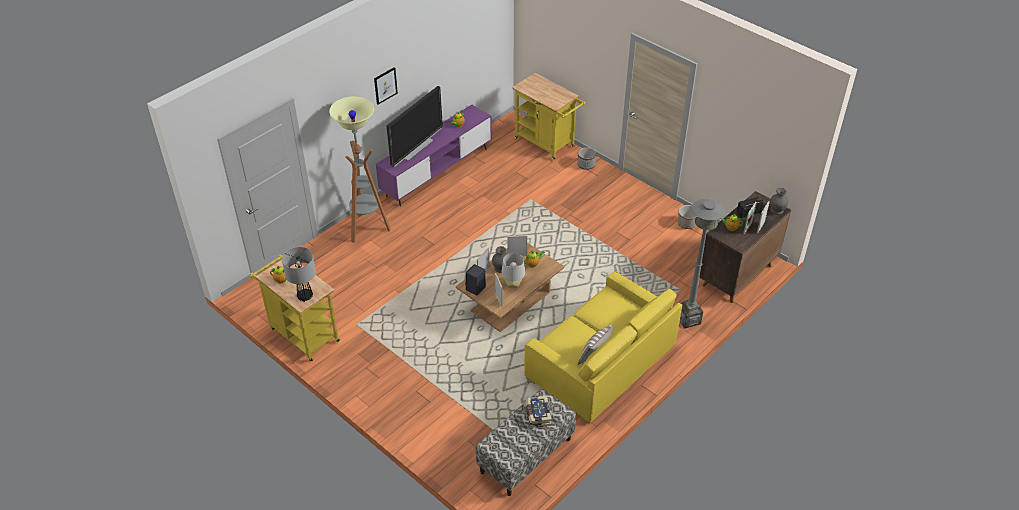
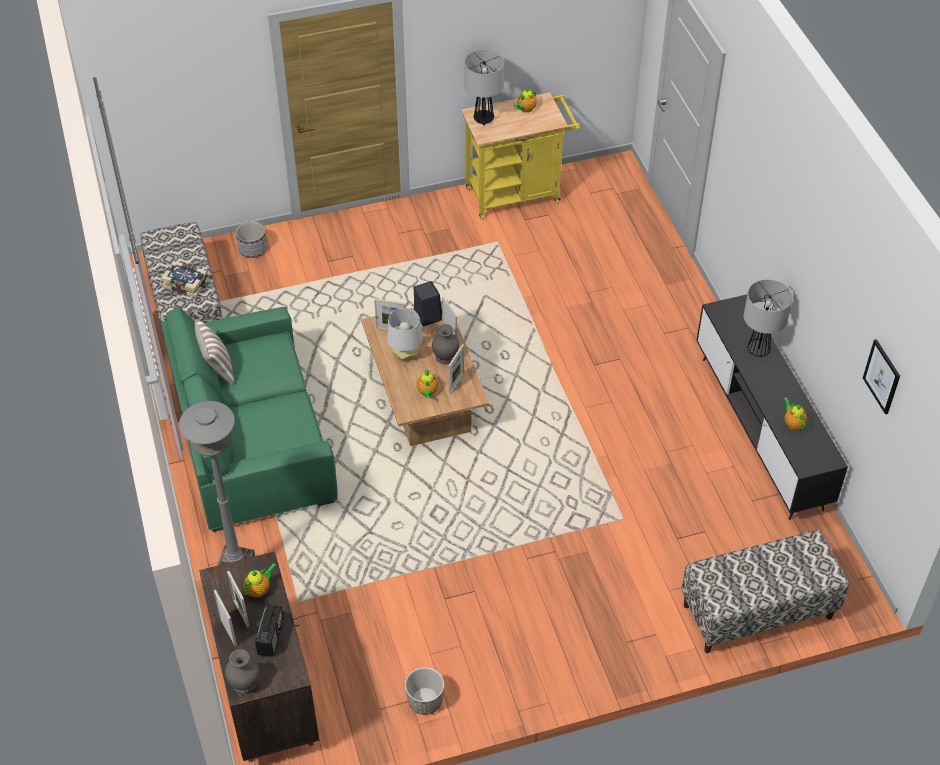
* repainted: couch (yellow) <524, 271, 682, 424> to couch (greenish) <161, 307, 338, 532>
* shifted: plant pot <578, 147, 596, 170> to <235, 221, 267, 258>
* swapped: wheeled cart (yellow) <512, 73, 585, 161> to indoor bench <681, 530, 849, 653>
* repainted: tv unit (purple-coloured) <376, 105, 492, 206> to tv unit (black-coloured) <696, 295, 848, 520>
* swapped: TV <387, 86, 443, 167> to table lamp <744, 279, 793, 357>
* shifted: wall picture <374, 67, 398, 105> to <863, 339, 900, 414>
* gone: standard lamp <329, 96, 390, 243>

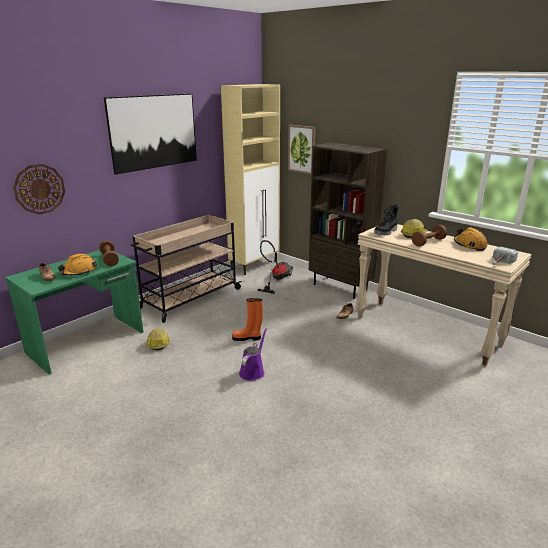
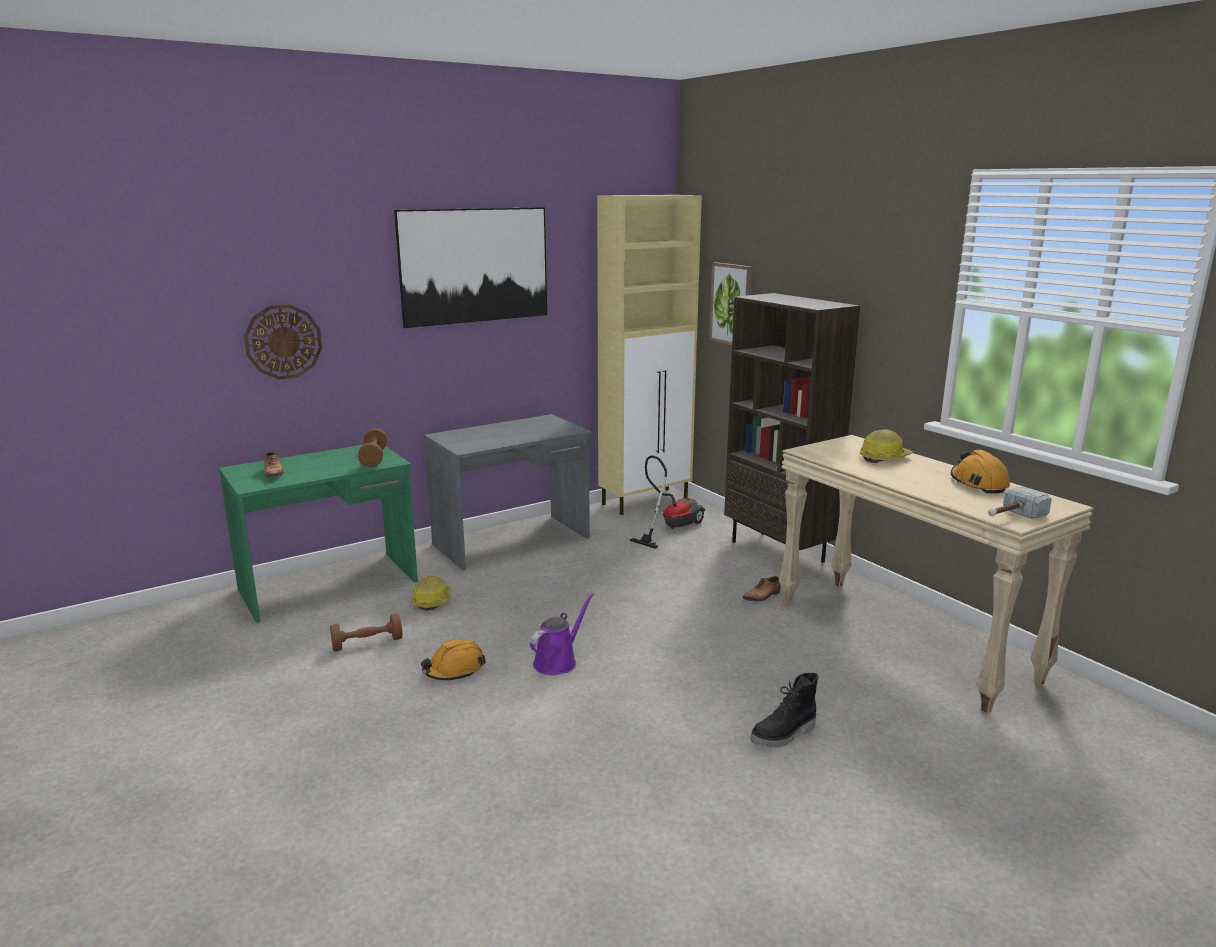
* shifted: free weight (brown) <412, 225, 447, 247> to <330, 613, 402, 651>
* shifted: work helmet (orange) <58, 254, 97, 275> to <421, 639, 486, 680>
* swapped: wheeled cart (beige-coloured) <131, 215, 242, 323> to desk table (grey) <424, 414, 592, 570>
* shifted: boot (black-coloured) <374, 204, 399, 235> to <750, 673, 819, 747>
* gone: boot (orange) <232, 298, 263, 341>

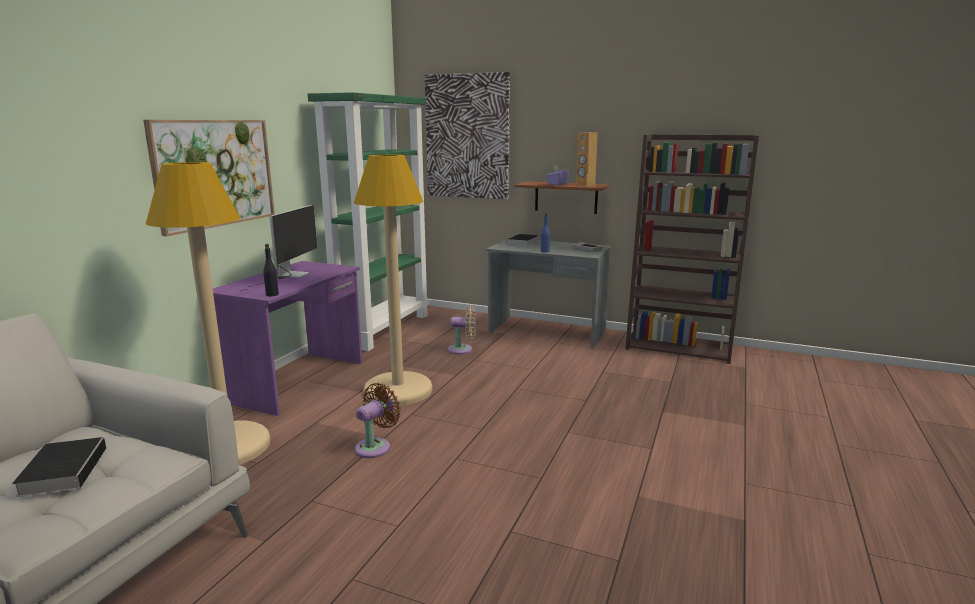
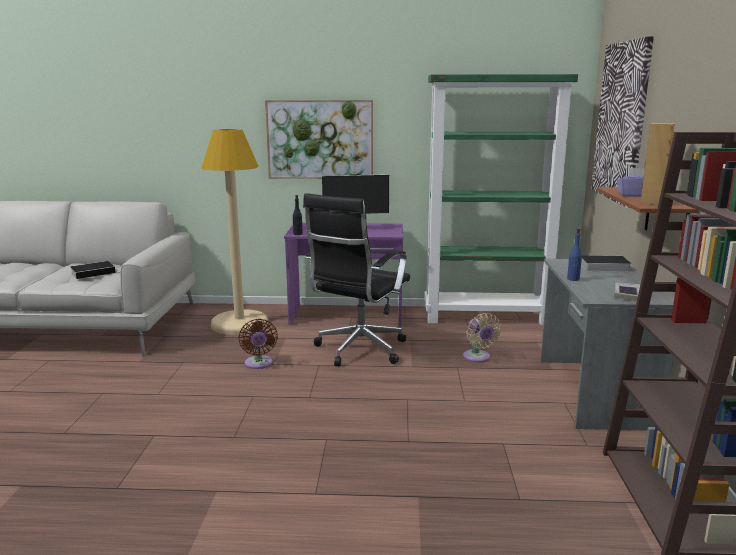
* rotated: cooling fan (brown) <355, 383, 401, 458> = <238, 319, 278, 369> 60 degrees clockwise
* swapped: standard lamp (beige-coloured) <354, 155, 432, 406> to computer chair (black-coloured) <303, 193, 410, 367>

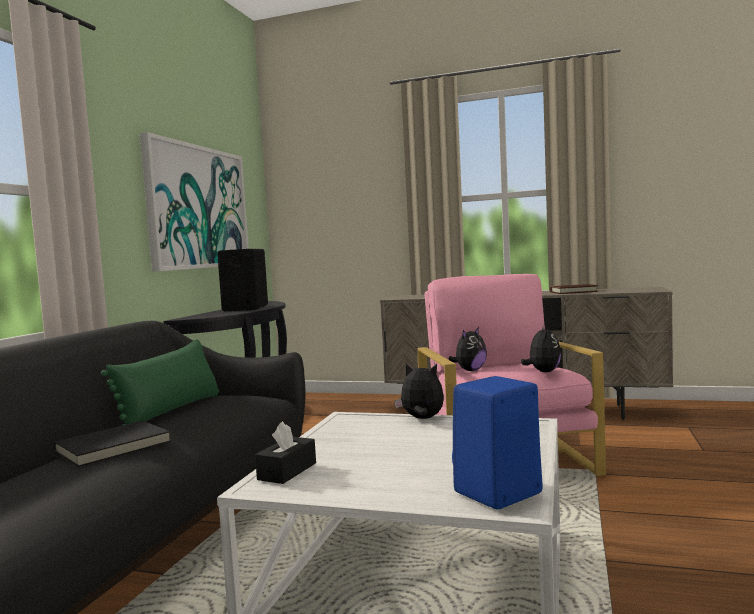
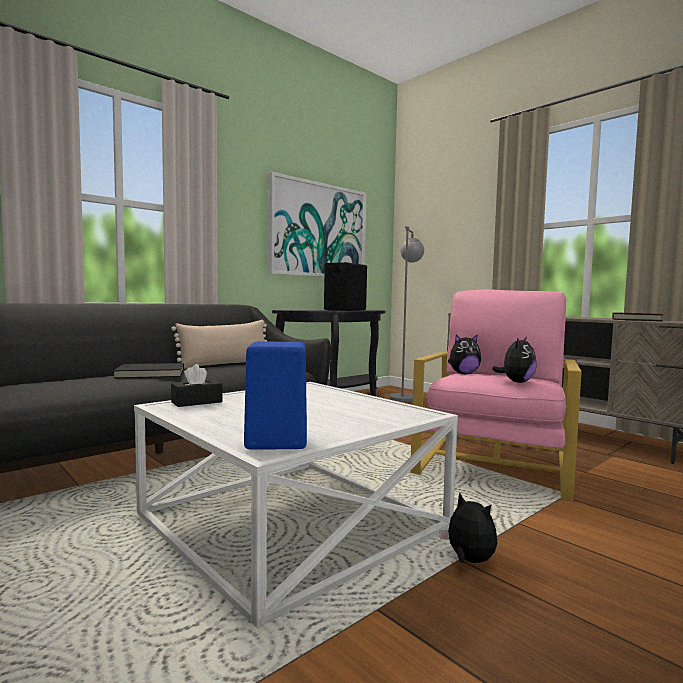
* repainted: cushion (greenish) <101, 339, 219, 426> to cushion (beige-coloured) <171, 320, 267, 369>
* new: standard lamp (grey) <390, 226, 424, 402>
* shifted: plush toy <394, 364, 444, 419> to <439, 492, 497, 563>

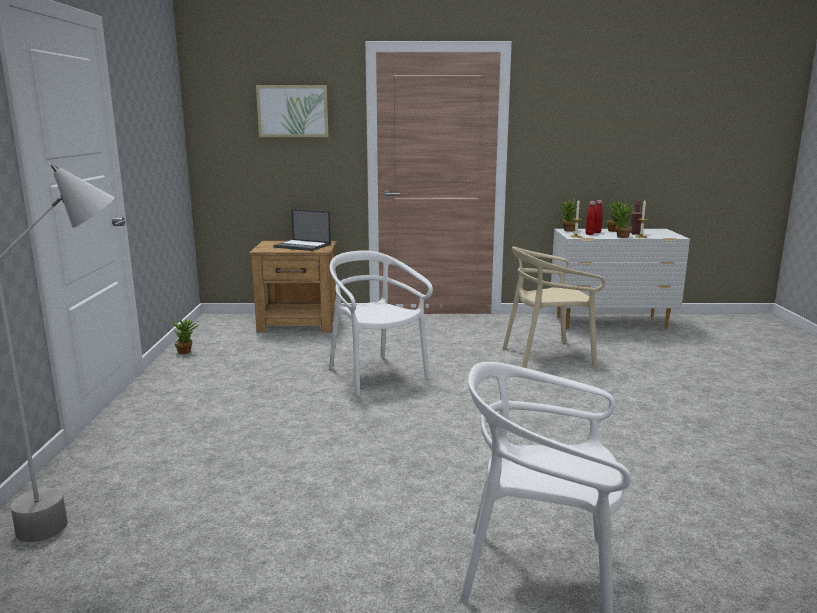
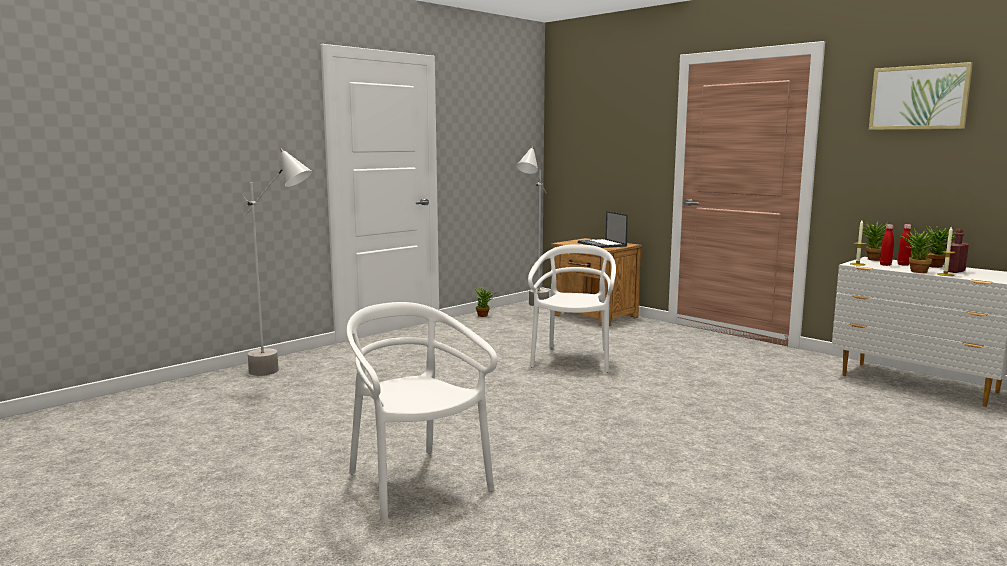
* new: standard lamp (grey) <517, 146, 549, 306>
* shifted: wall picture <256, 85, 329, 137> to <869, 62, 973, 130>
* gone: upright chair (beige-coloured) <503, 246, 606, 368>

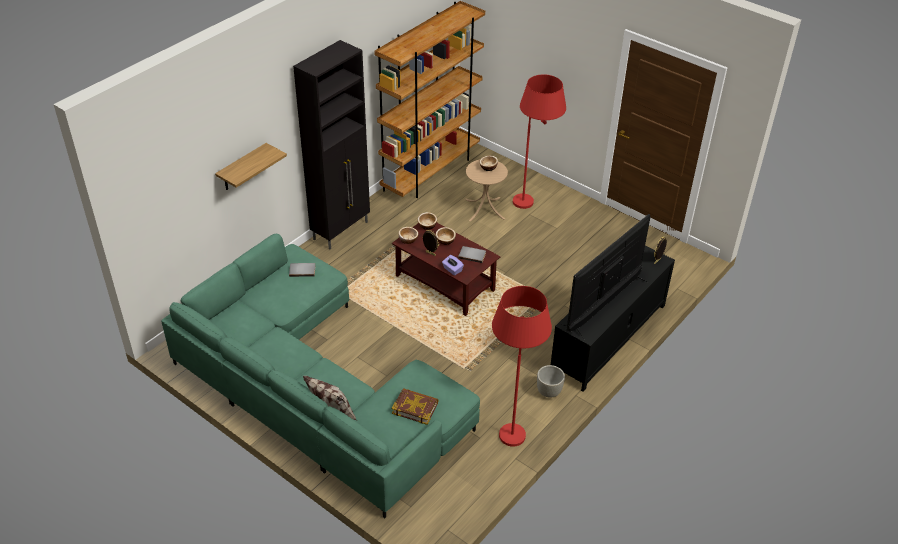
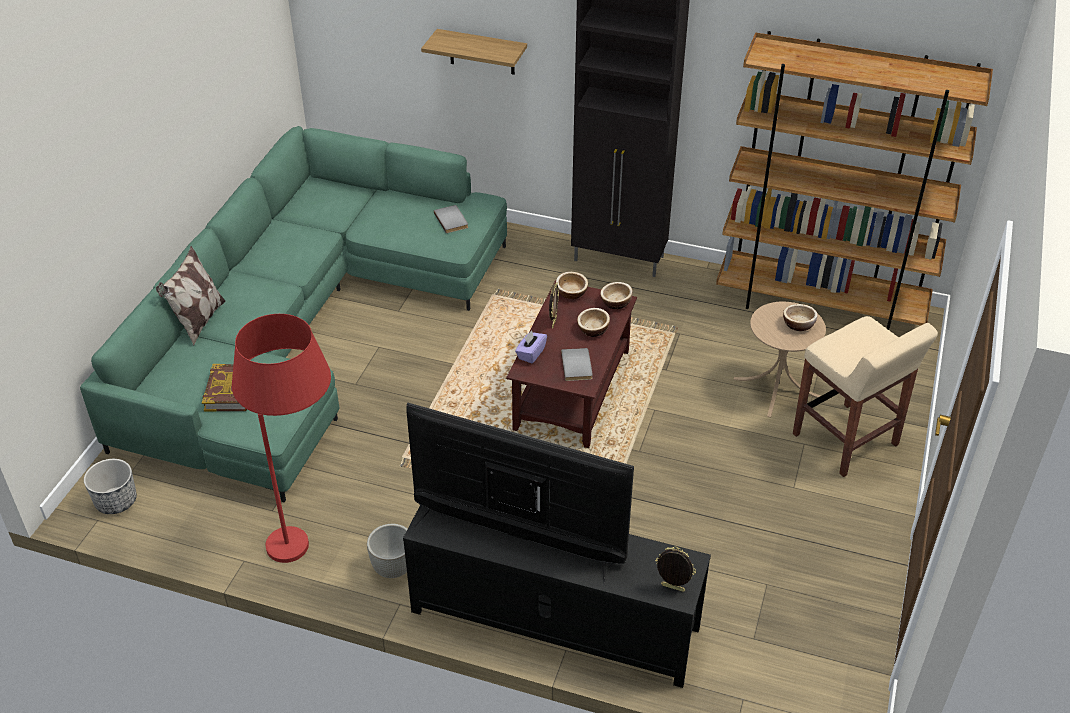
* new: plant pot <84, 459, 137, 514>
* swapped: standard lamp (red) <513, 74, 566, 209> to stool seat (beige-coloured) <793, 316, 938, 477>

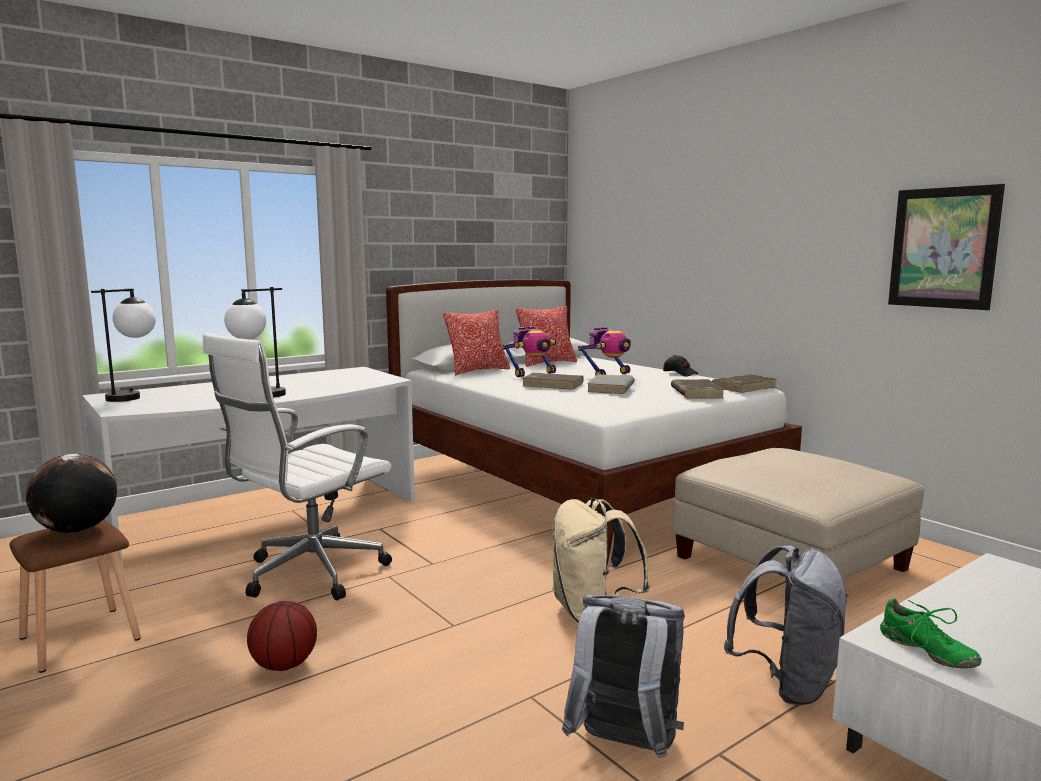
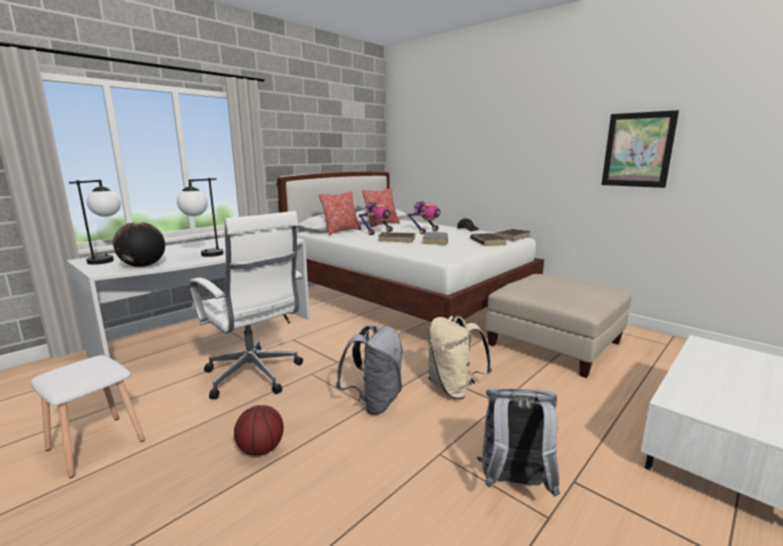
* repainted: stool seat (brown) <9, 519, 141, 673> to stool seat (whitish) <30, 355, 145, 478>
* shifted: globe <26, 454, 117, 533> to <113, 222, 165, 267>
* rotated: computer chair (whitish) <202, 333, 392, 601> = <190, 211, 303, 399> 75 degrees counterclockwise
* shifted: knapsack (grey) <724, 546, 849, 706> to <336, 325, 403, 415>
* gone: low shoe (greenish) <880, 598, 982, 668>

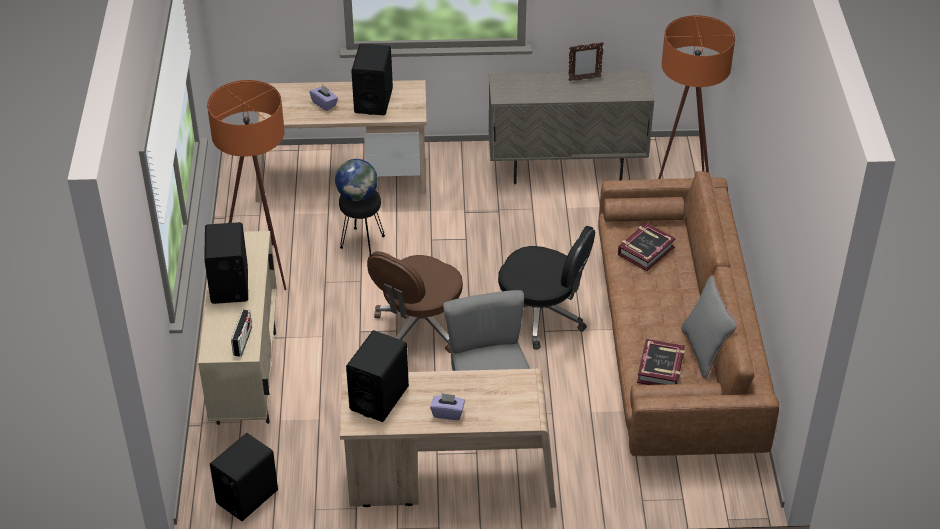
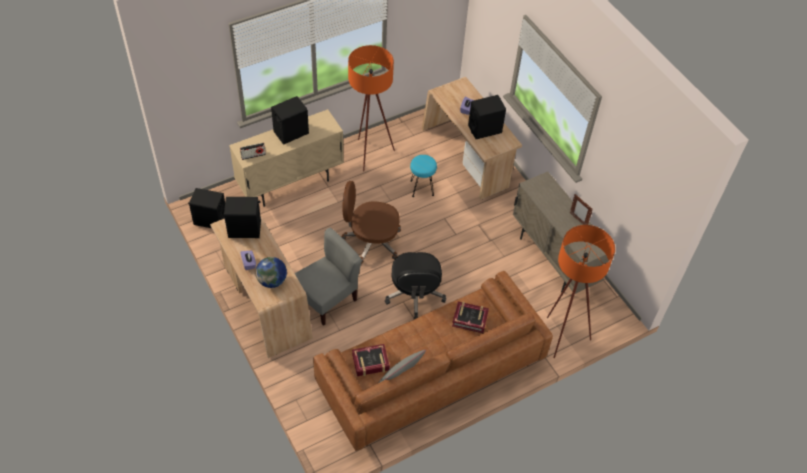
* shifted: globe <335, 159, 378, 201> to <256, 257, 287, 288>
* repainted: stool seat (black-coloured) <339, 190, 385, 256> to stool seat (turquoise) <410, 155, 437, 197>

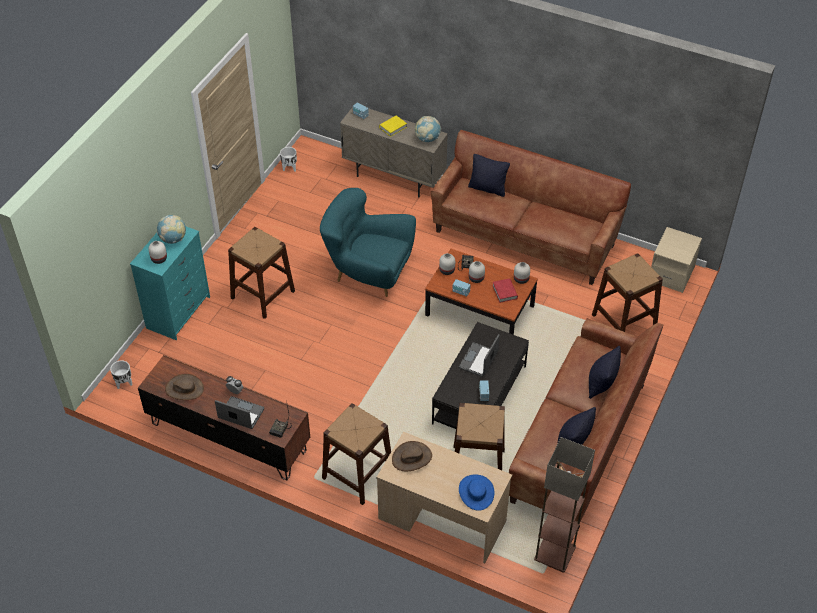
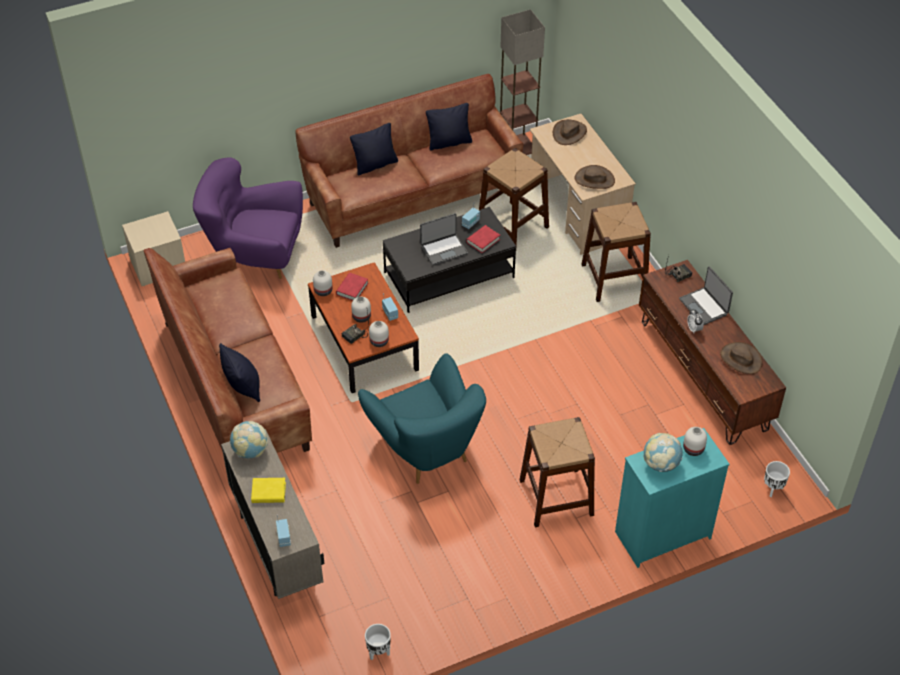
* swapped: stool seat (brown) <592, 253, 663, 332> to armchair (purple-coloured) <193, 157, 303, 279>
* new: book (red) <466, 225, 500, 253>
* repainted: clothing hat (blue-coloured) <459, 474, 495, 511> to clothing hat (brown) <553, 119, 587, 145>

